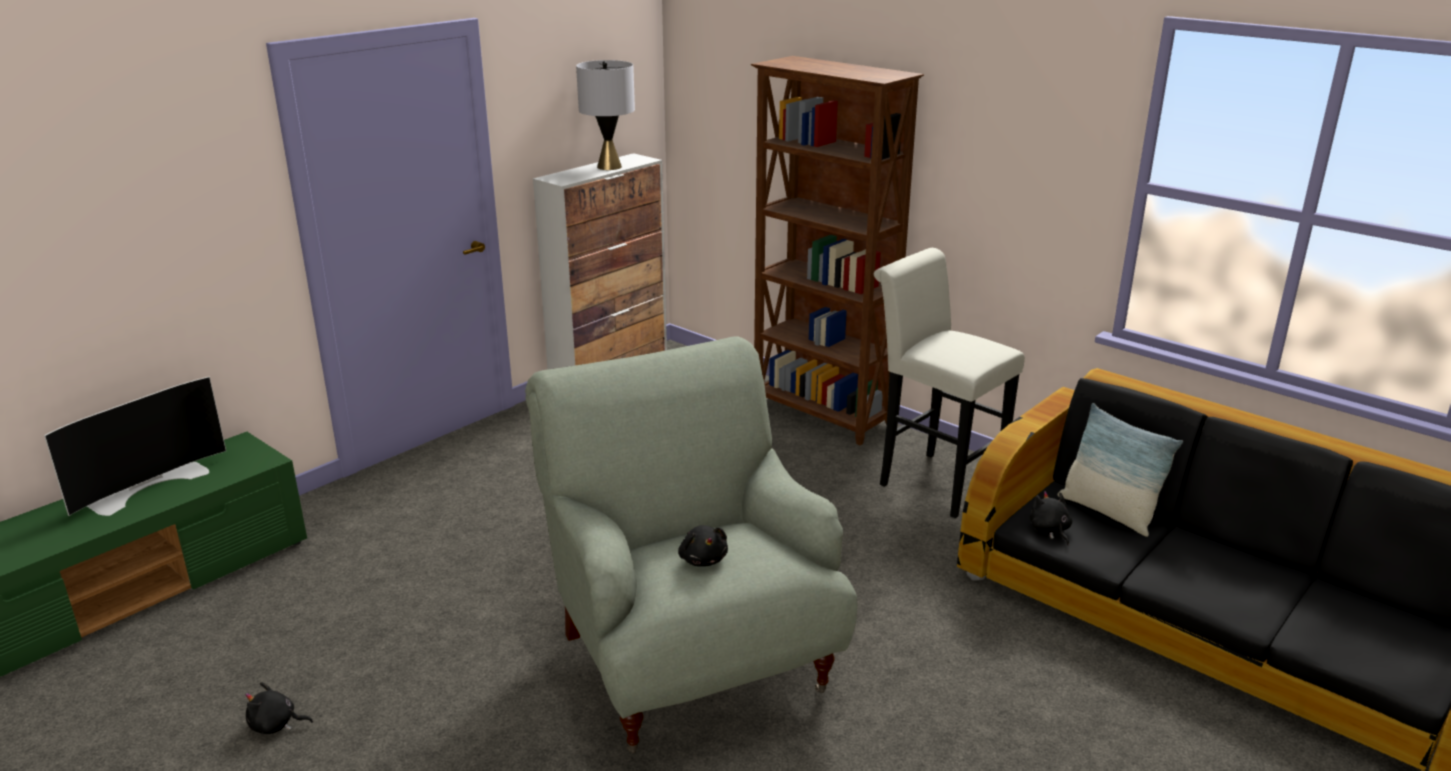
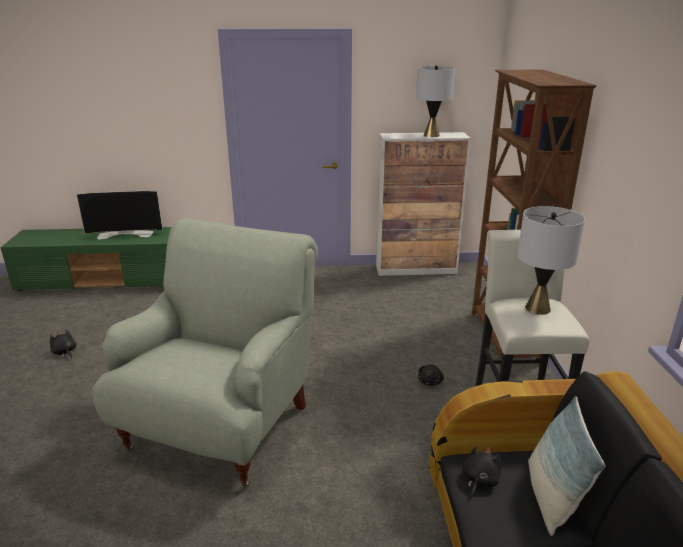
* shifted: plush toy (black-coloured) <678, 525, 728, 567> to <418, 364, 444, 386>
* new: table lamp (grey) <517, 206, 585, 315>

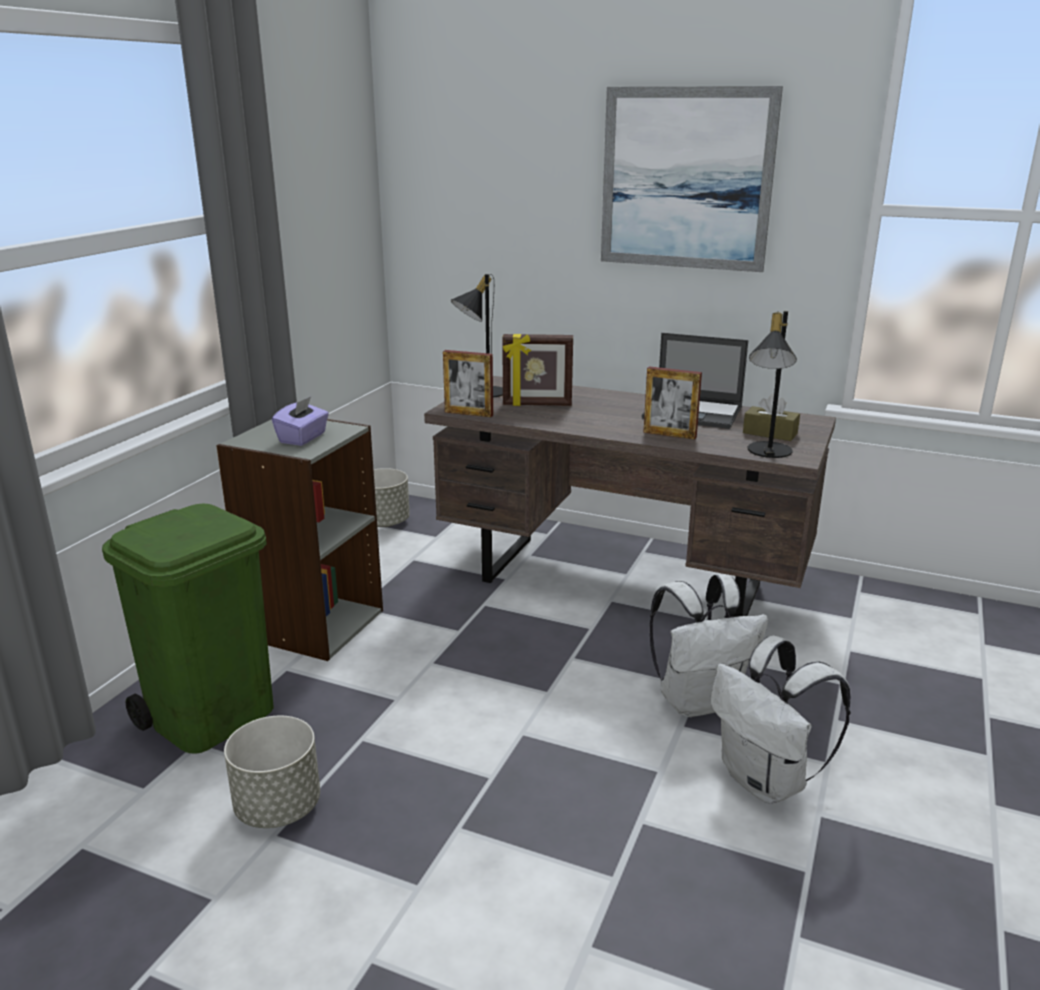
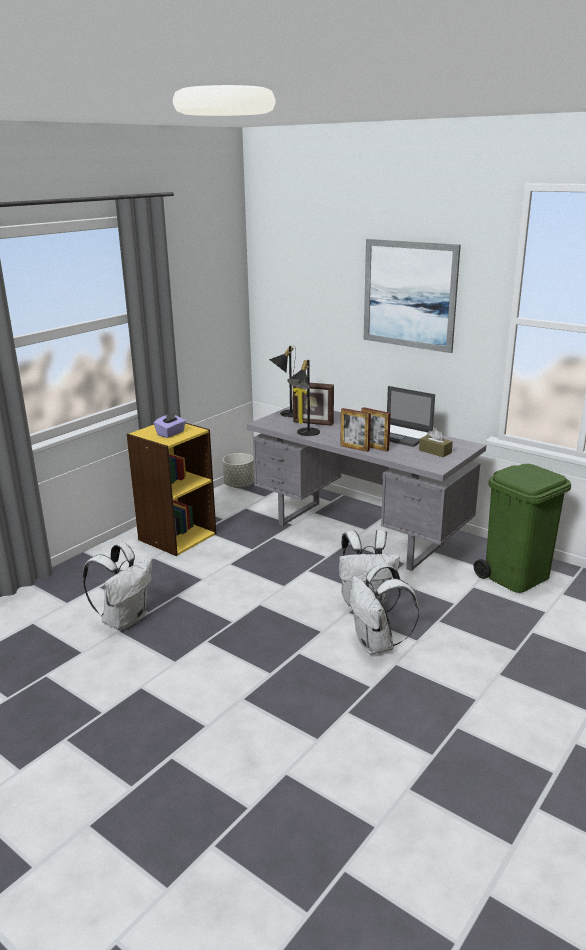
* swapped: plant pot (grey) <224, 716, 320, 828> to knapsack (whitish) <83, 543, 152, 631>
* repainted: bookcase (grey) <216, 419, 383, 661> to bookcase (yellow) <126, 423, 216, 556>
* repainted: desk table (brown) <424, 376, 836, 617> to desk table (grey) <247, 405, 486, 571>
* shifted: table lamp (black-coloured) <748, 311, 797, 458> to <287, 359, 320, 436>
* shifted: photo frame <443, 350, 493, 417> to <340, 408, 371, 452>
* shifted: trash can (greenish) <102, 504, 274, 754> to <473, 464, 571, 593>

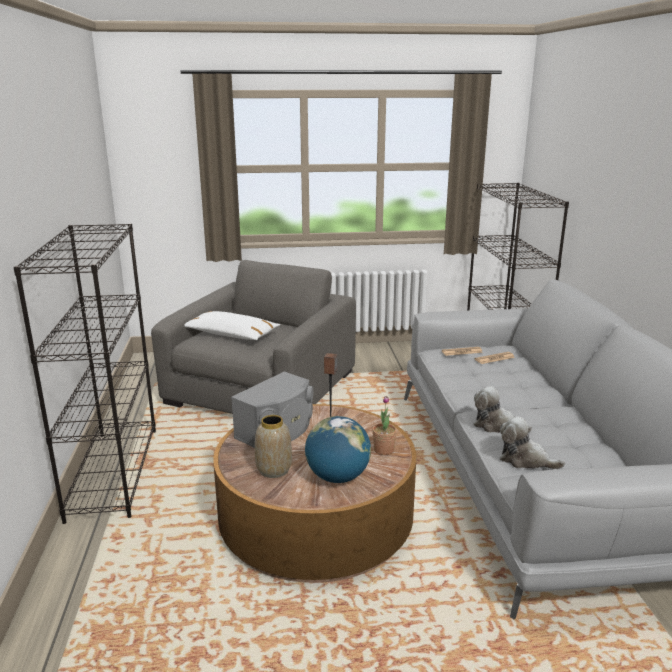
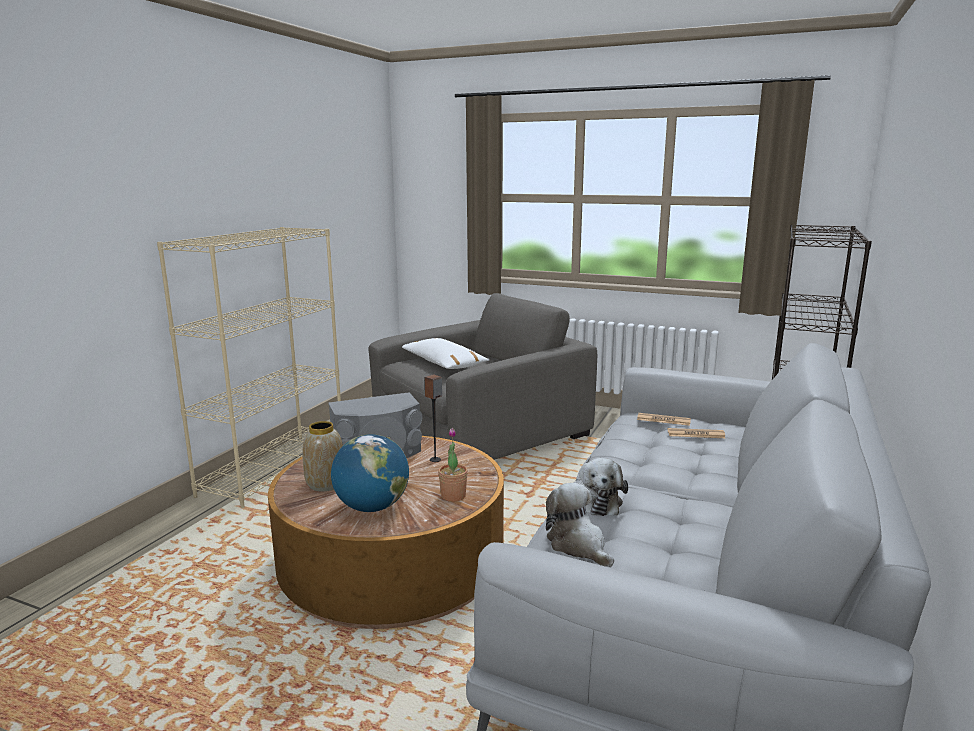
* repainted: bookcase (black-coloured) <13, 223, 156, 524> to bookcase (beige-coloured) <157, 227, 341, 508>
* rotated: plush toy <474, 386, 532, 433> = <579, 458, 628, 516> 150 degrees counterclockwise

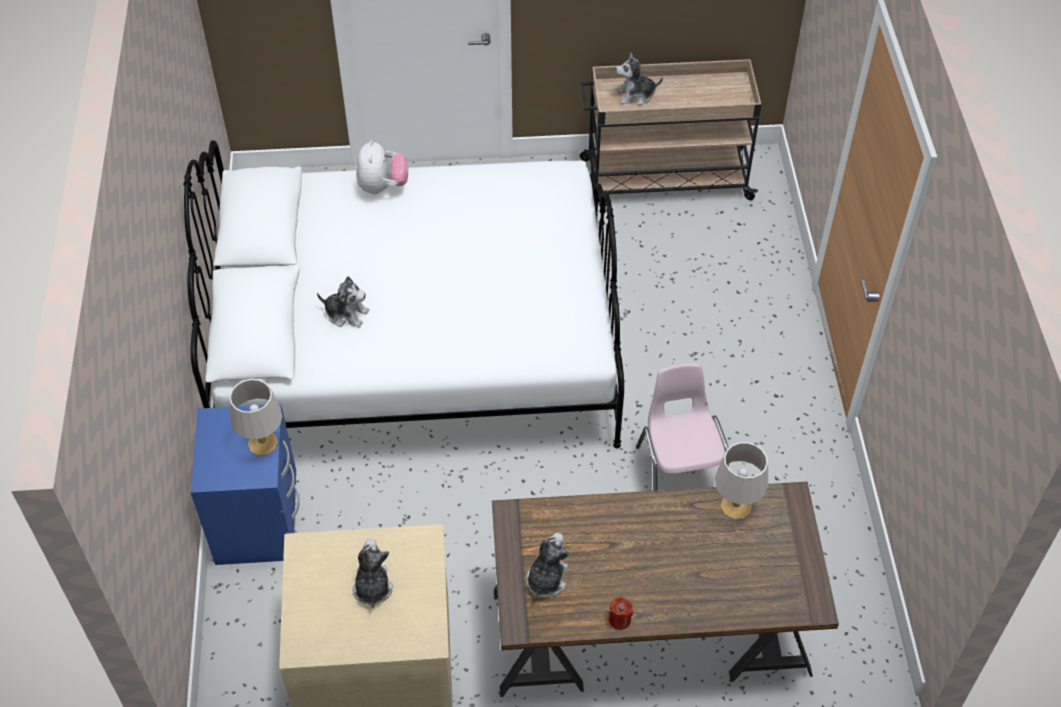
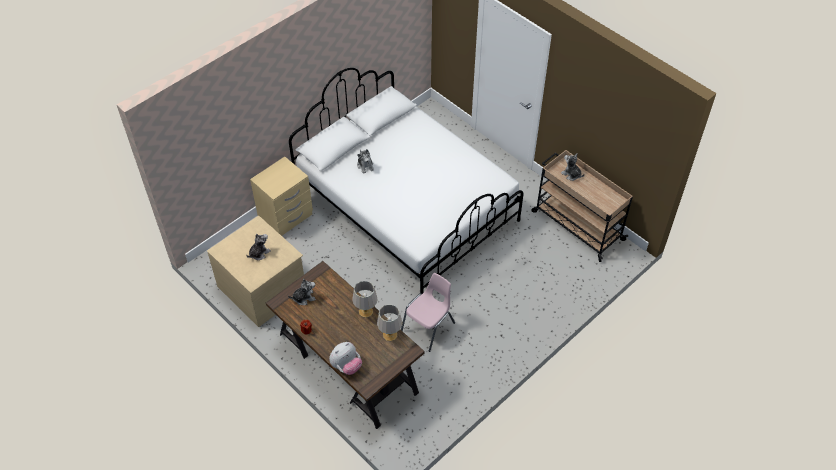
* repainted: night table (blue-coloured) <191, 404, 300, 565> to night table (beige-coloured) <250, 157, 313, 236>
* shifted: plush toy <356, 140, 408, 194> to <329, 342, 362, 375>
* shifted: table lamp (grey) <229, 379, 282, 456> to <352, 281, 378, 318>

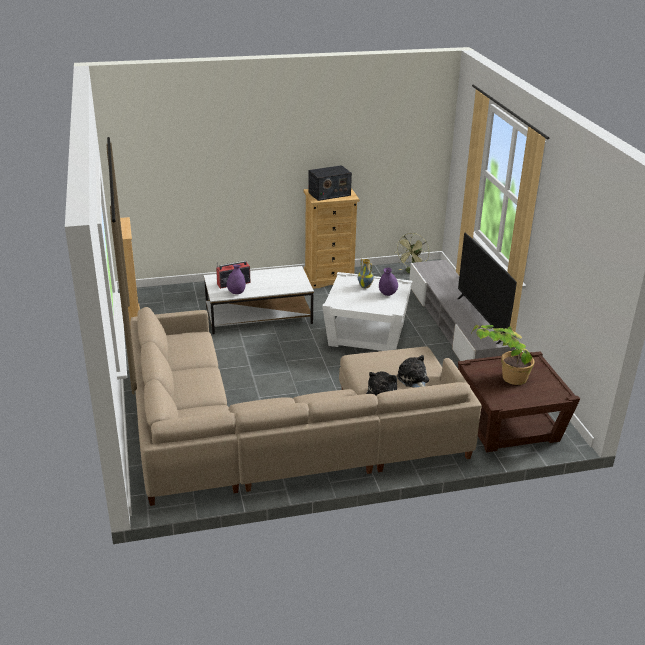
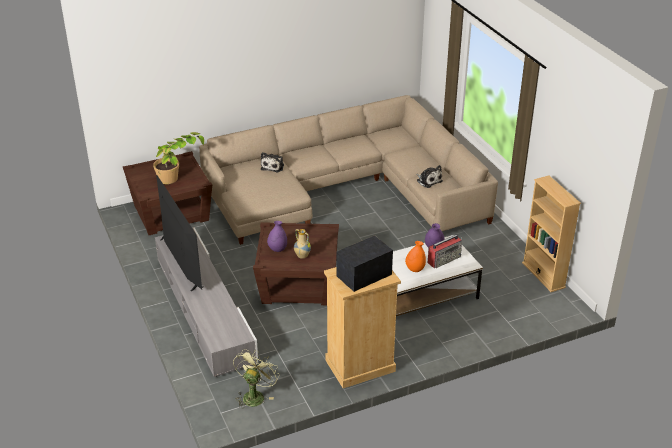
* repainted: end table (whitish) <322, 272, 412, 351> to end table (brown) <253, 222, 339, 305>
* new: flower vase (orange) <405, 241, 426, 272>
* shifted: plush toy <397, 355, 429, 388> to <416, 165, 443, 188>

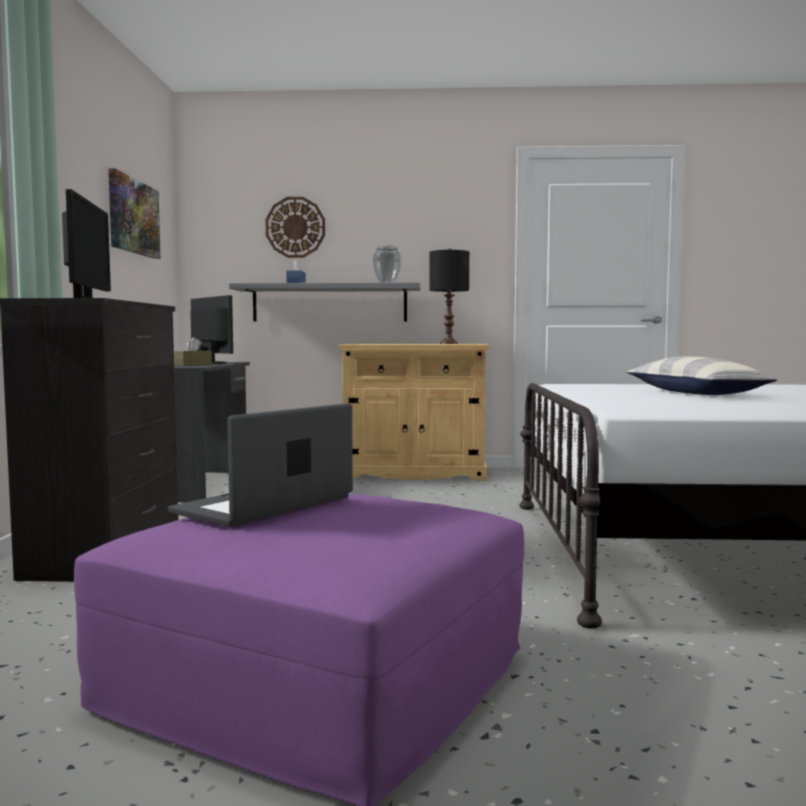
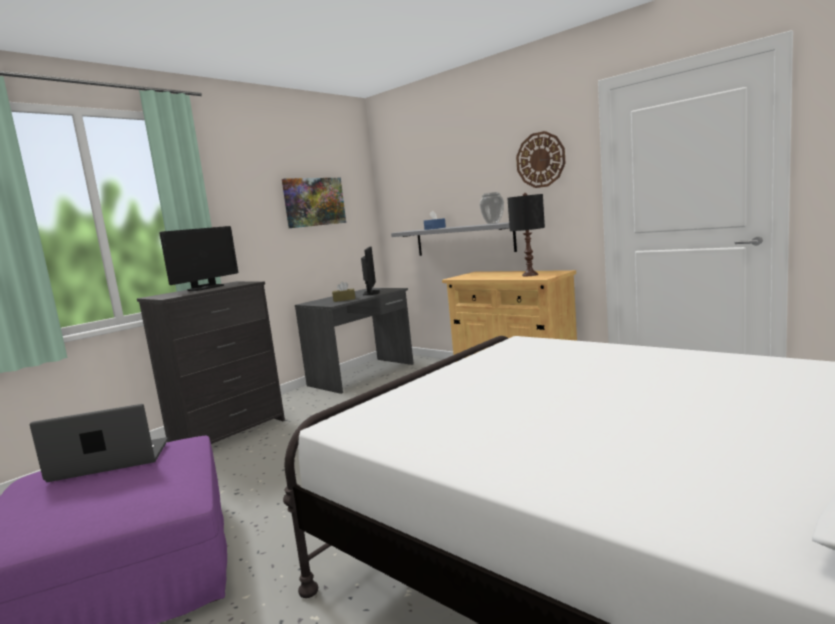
* shifted: clock on the wall <266, 197, 325, 258> to <516, 131, 566, 188>
* gone: cushion <627, 356, 777, 395>

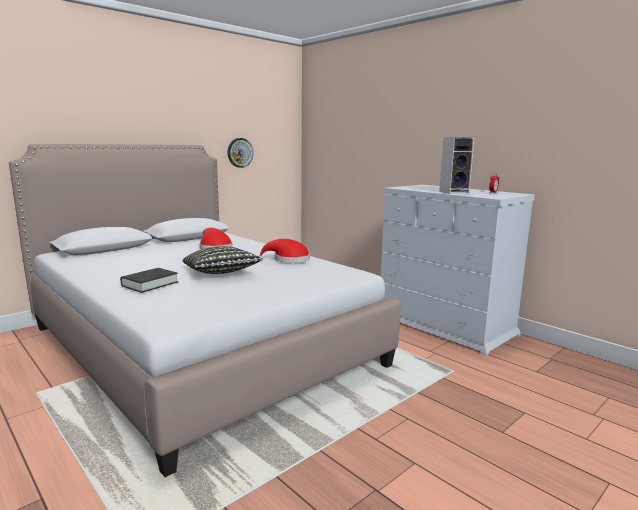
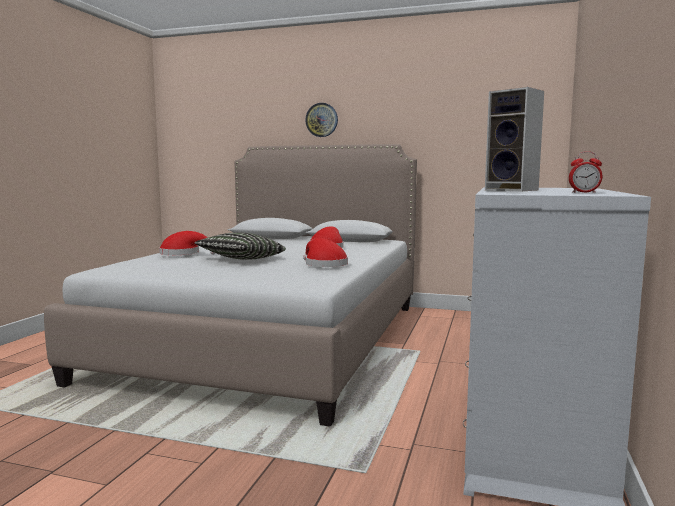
* swapped: book (black-coloured) <120, 268, 178, 293> to clothing hat (red) <159, 231, 216, 255>
* shifted: clock on the wall <228, 138, 253, 168> to <305, 103, 338, 137>

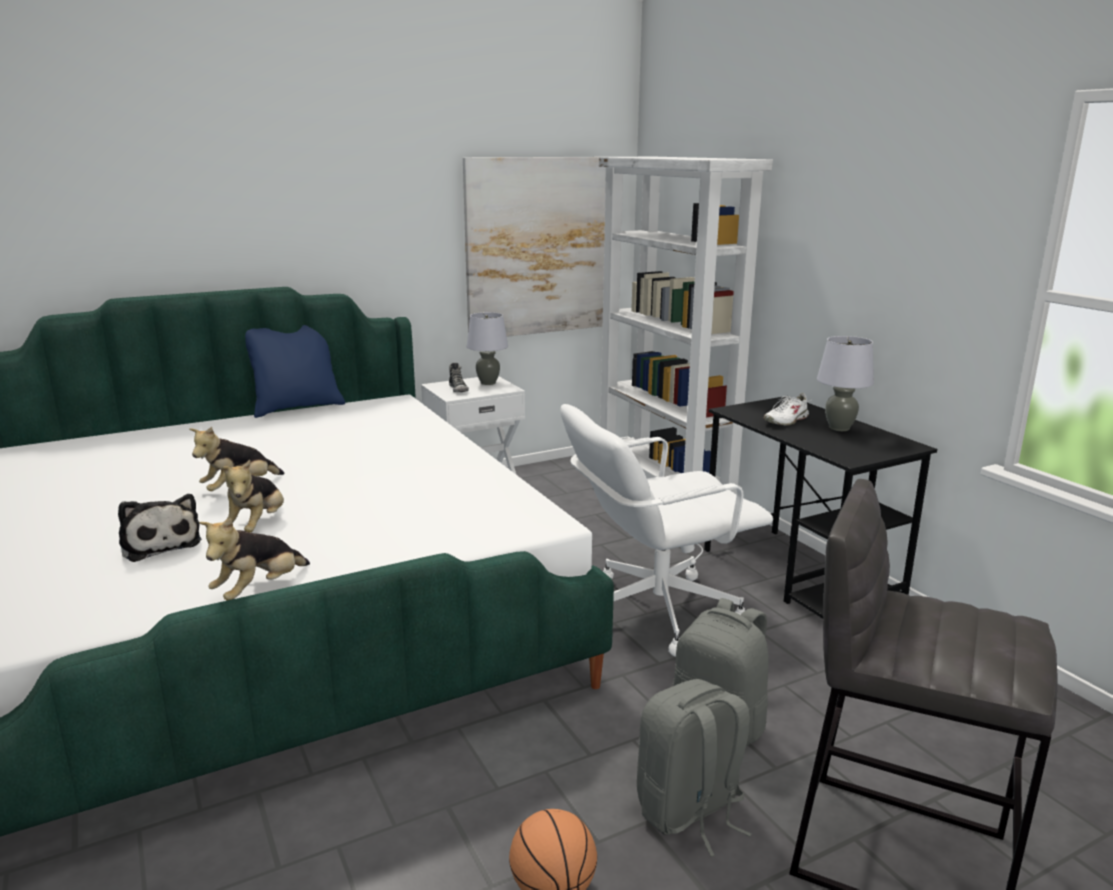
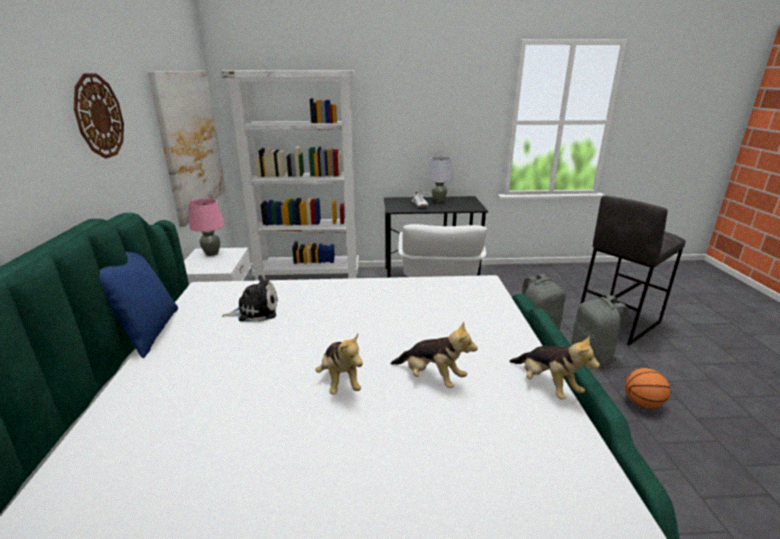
* new: clock on the wall <74, 73, 124, 159>
* repainted: table lamp (grey) <467, 312, 508, 385> to table lamp (pink) <189, 199, 224, 256>
* shifted: plush toy <118, 494, 202, 562> to <222, 275, 278, 322>
* gone: low shoe <449, 363, 469, 392>

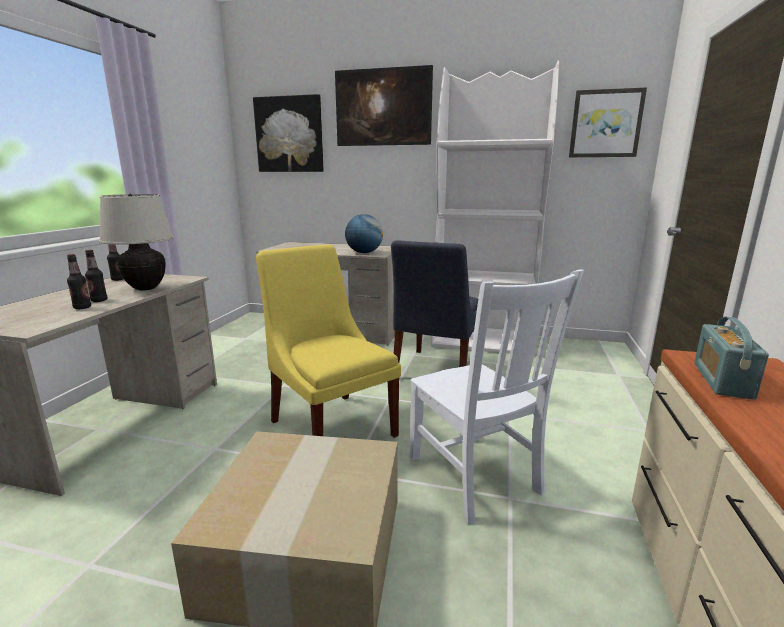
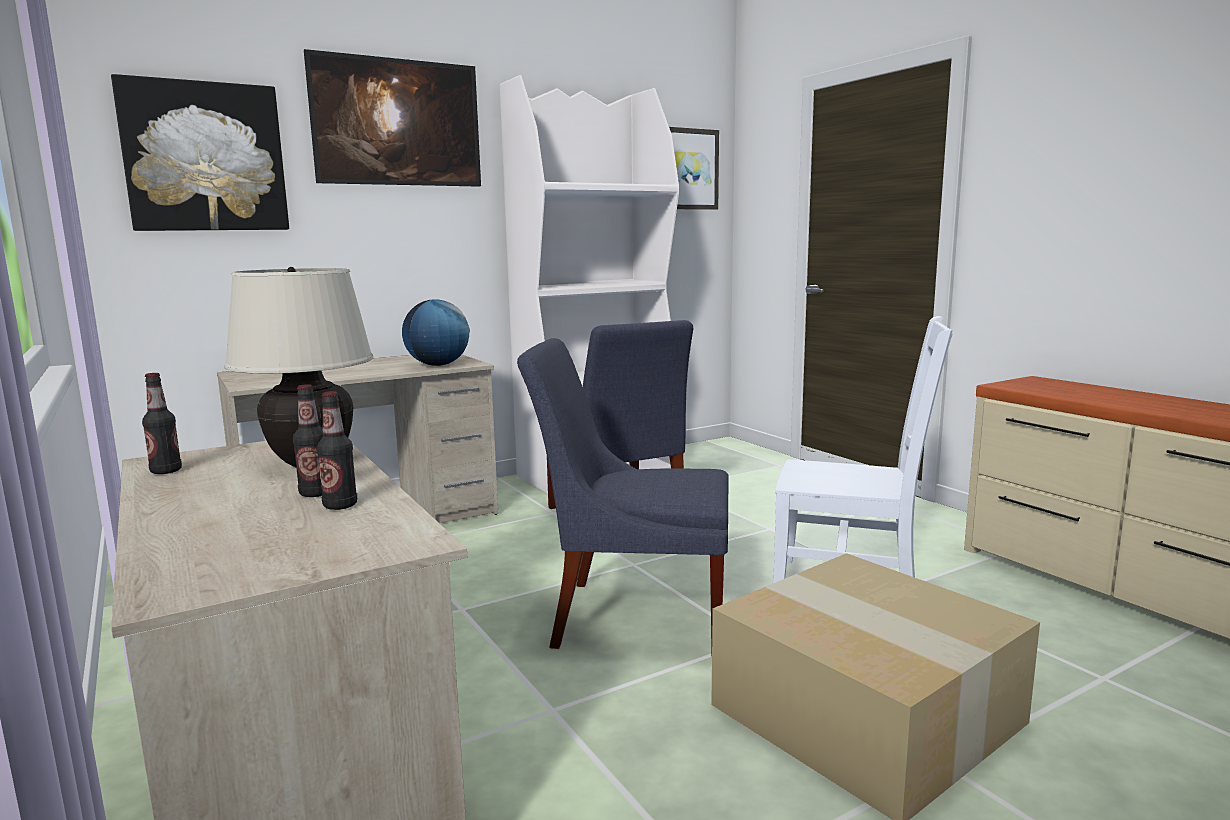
* repainted: upright chair (yellow) <256, 244, 401, 438> to upright chair (blue-coloured) <517, 338, 728, 656>
* gone: radio <694, 317, 769, 400>

